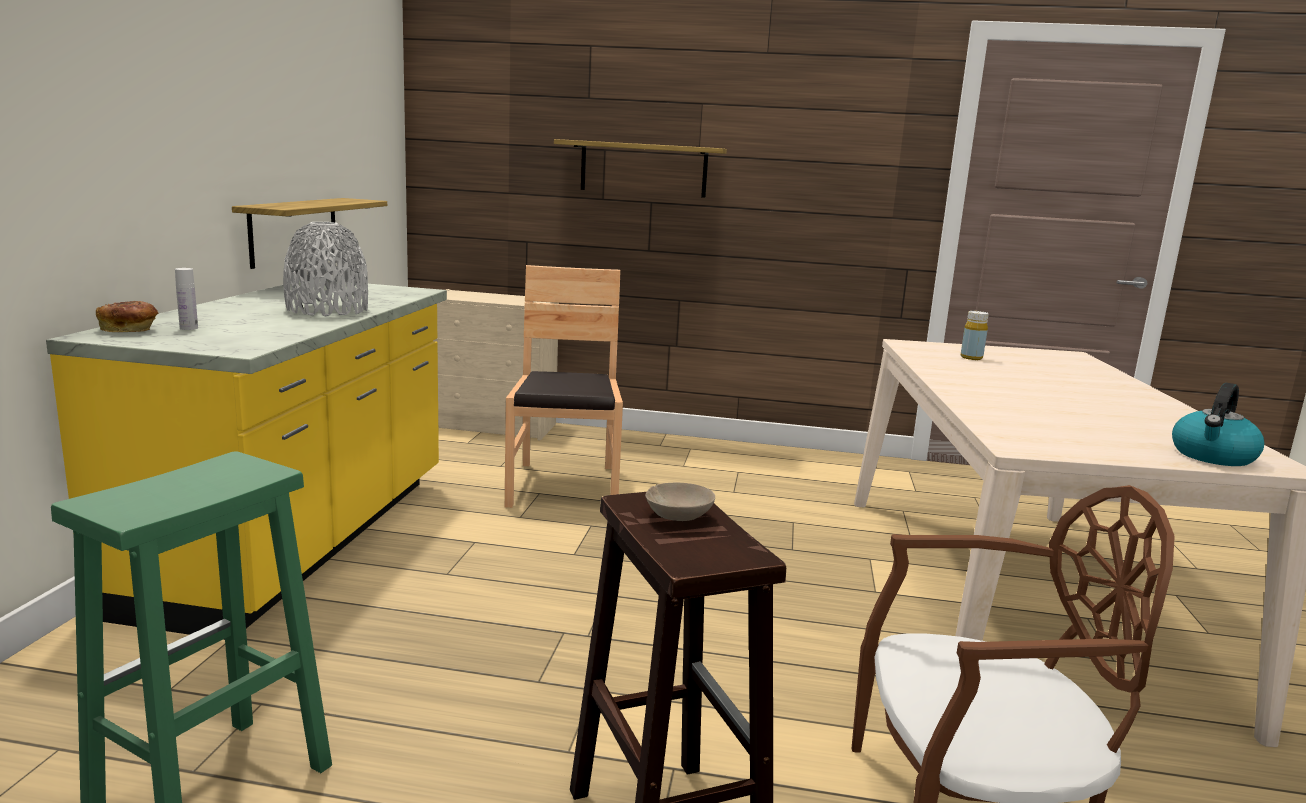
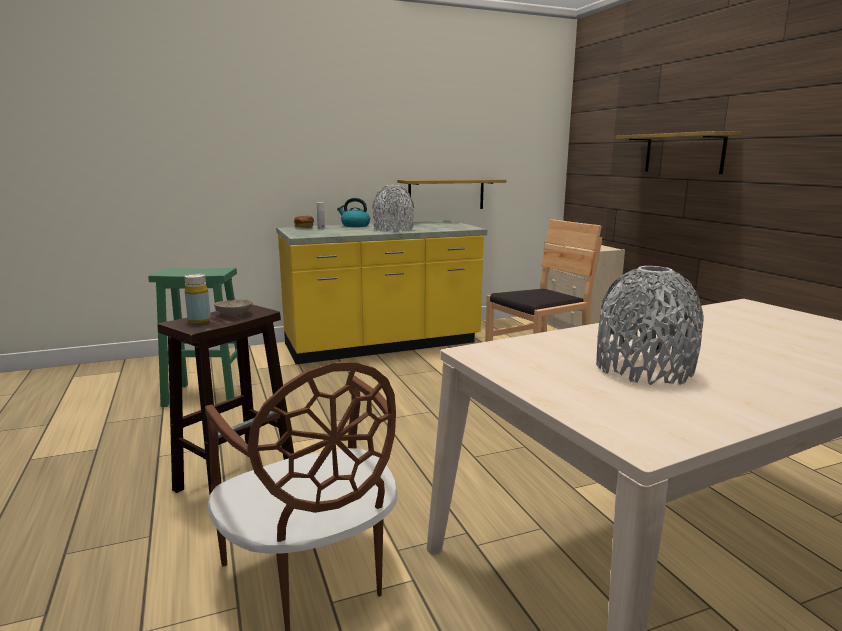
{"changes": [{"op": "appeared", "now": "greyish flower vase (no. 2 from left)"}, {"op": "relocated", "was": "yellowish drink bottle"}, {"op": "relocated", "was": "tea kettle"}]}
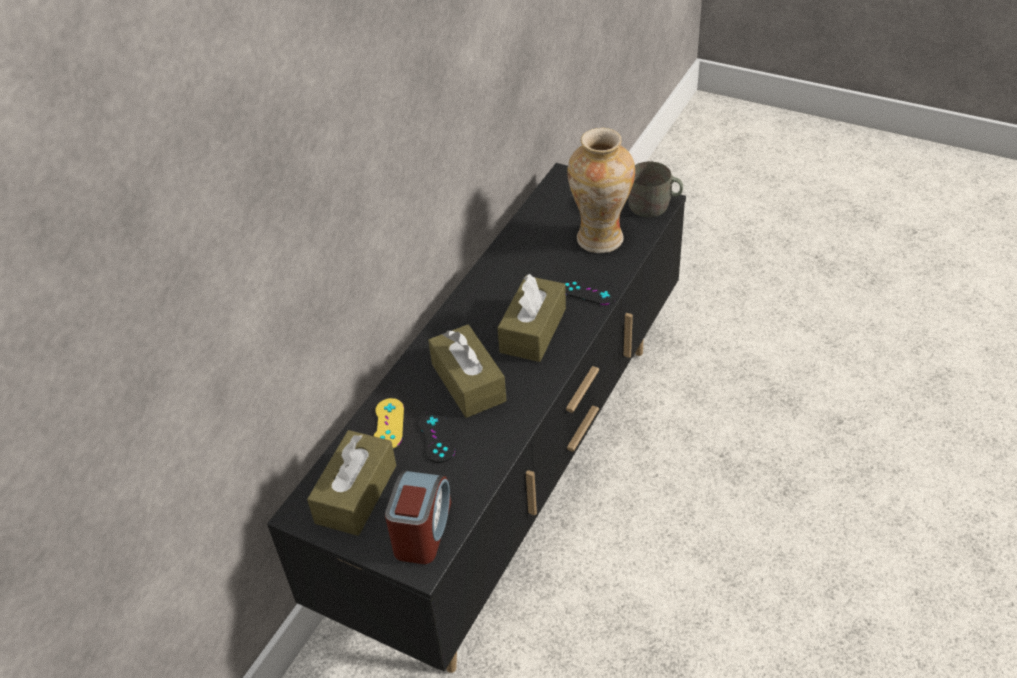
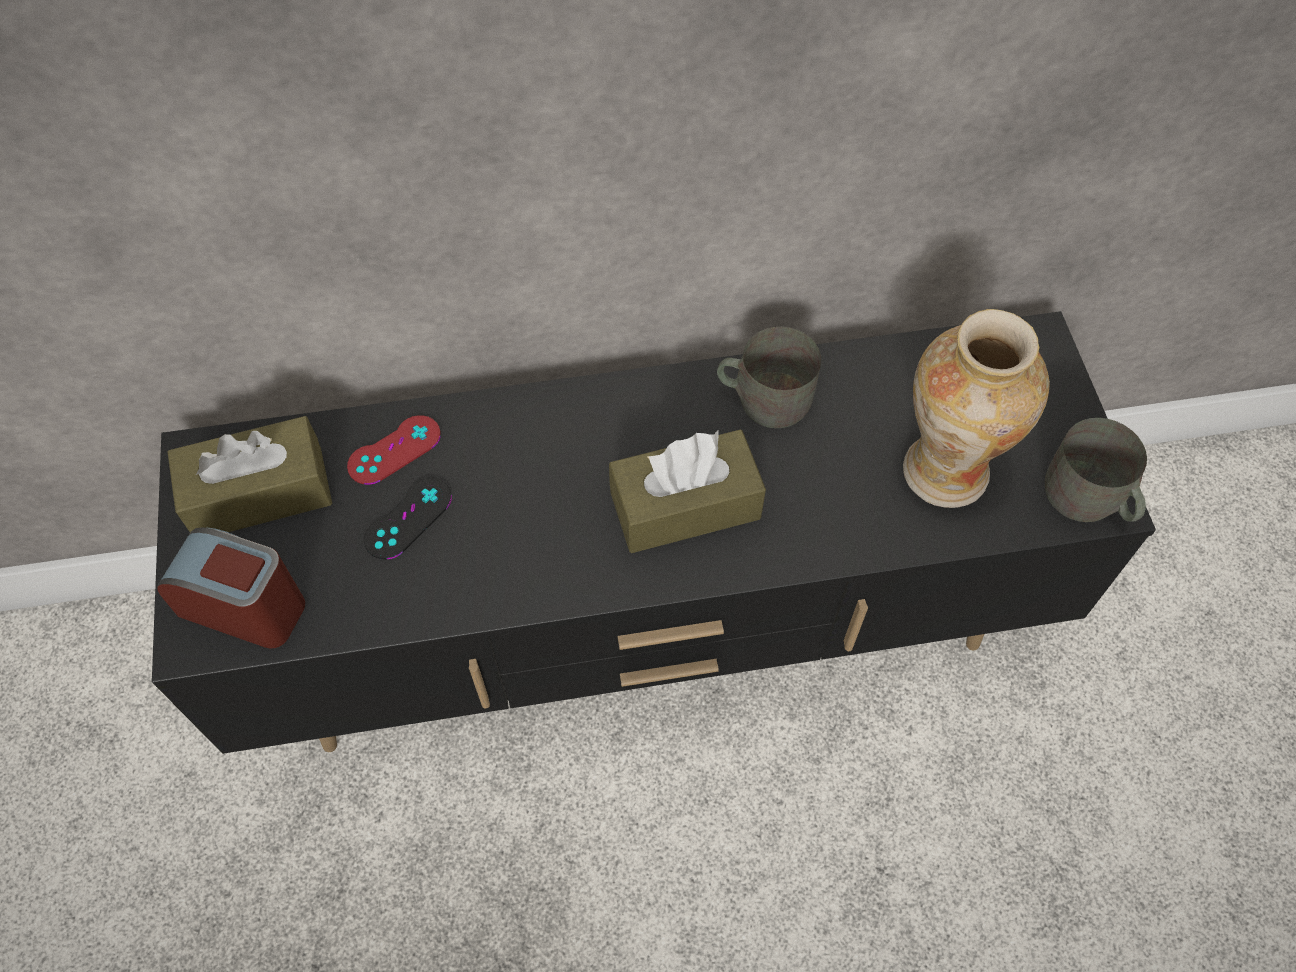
{"changes": [{"op": "missing", "was": "brown tissue holder (no. 2 from left)"}, {"op": "missing", "was": "blackish game controller (no. 2 from left)"}, {"op": "appeared", "now": "greyish coffee mug (no. 1 from left)"}, {"op": "colour", "was": "yellowish game controller", "now": "reddish game controller"}, {"op": "spun", "was": "bedside clock", "clockwise": -135}]}
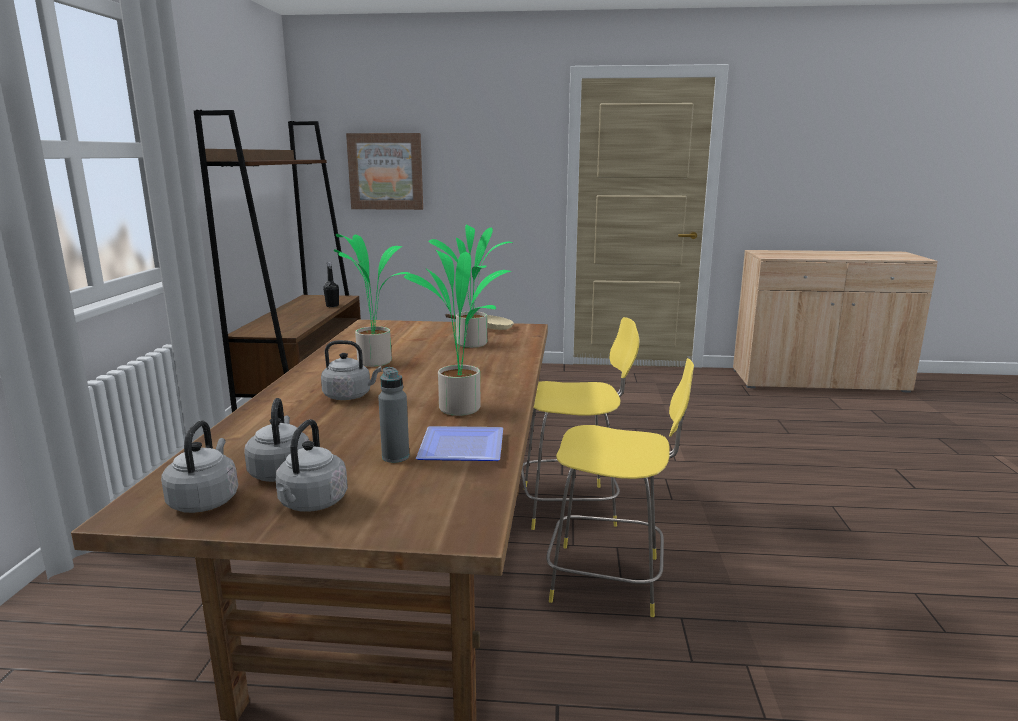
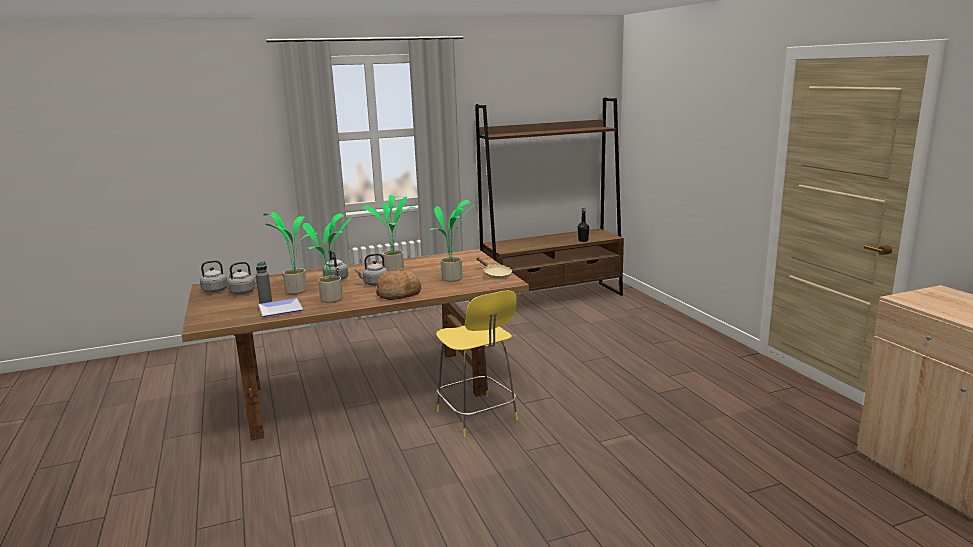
{"changes": [{"op": "missing", "was": "wall art"}, {"op": "missing", "was": "yellowish stool (no. 2 from left)"}, {"op": "appeared", "now": "houseplant (no. 1 from left)"}, {"op": "appeared", "now": "baked bread"}, {"op": "relocated", "was": "greyish tea kettle (no. 3 from left in the first image)", "now": "greyish tea kettle (no. 4 from left)"}]}
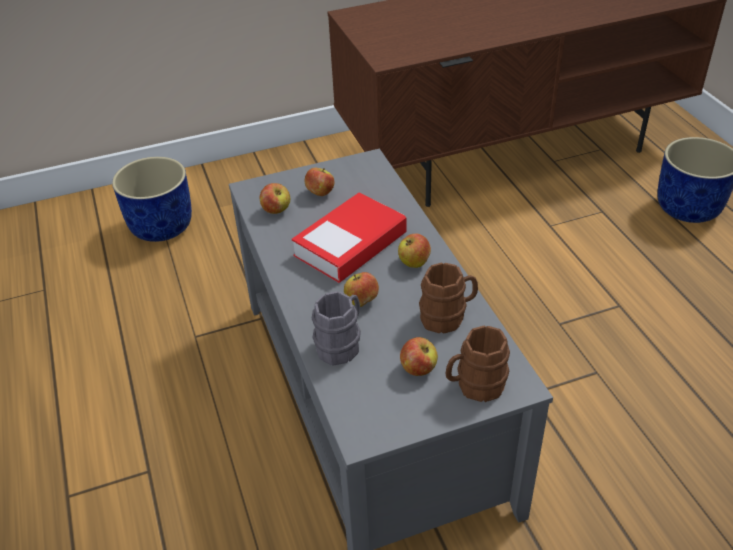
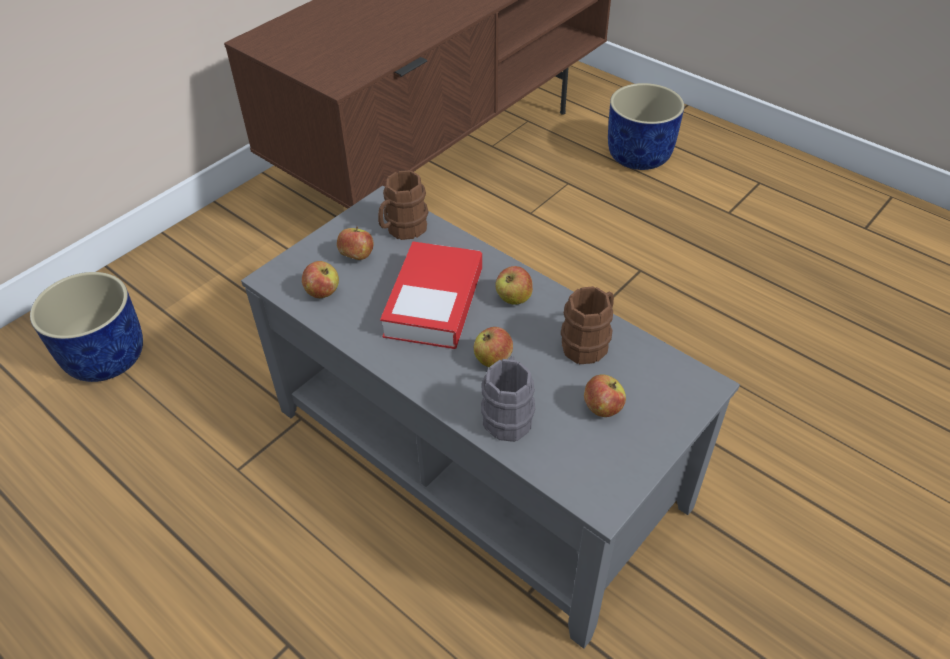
{"changes": [{"op": "relocated", "was": "brown coffee mug (no. 2 from left in the first image)", "now": "brown coffee mug (no. 1 from left)"}]}
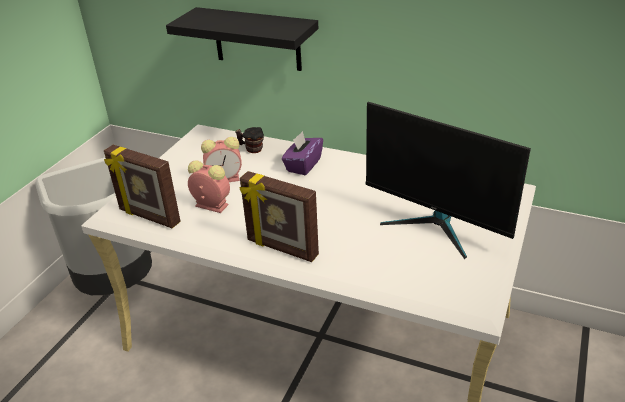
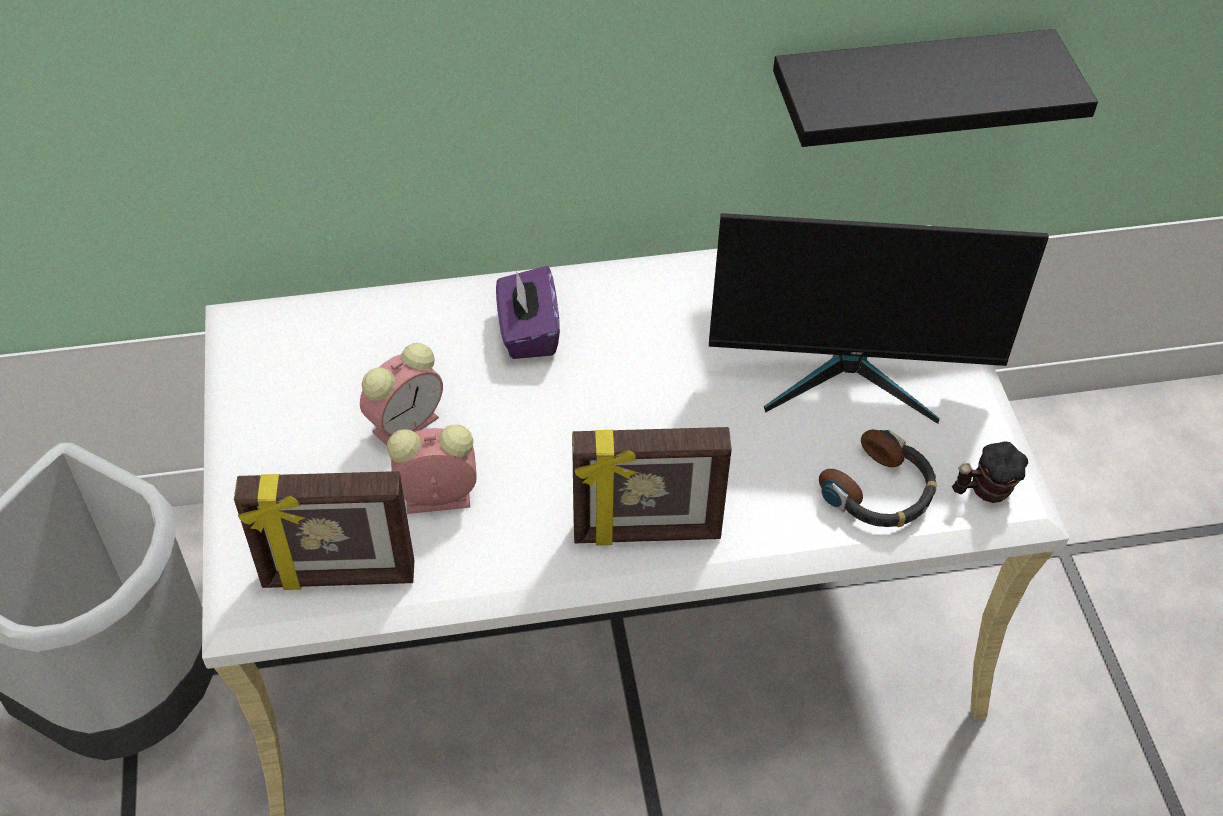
{"changes": [{"op": "appeared", "now": "pair of headphones"}, {"op": "relocated", "was": "blackish shelf"}, {"op": "relocated", "was": "coffee mug"}]}
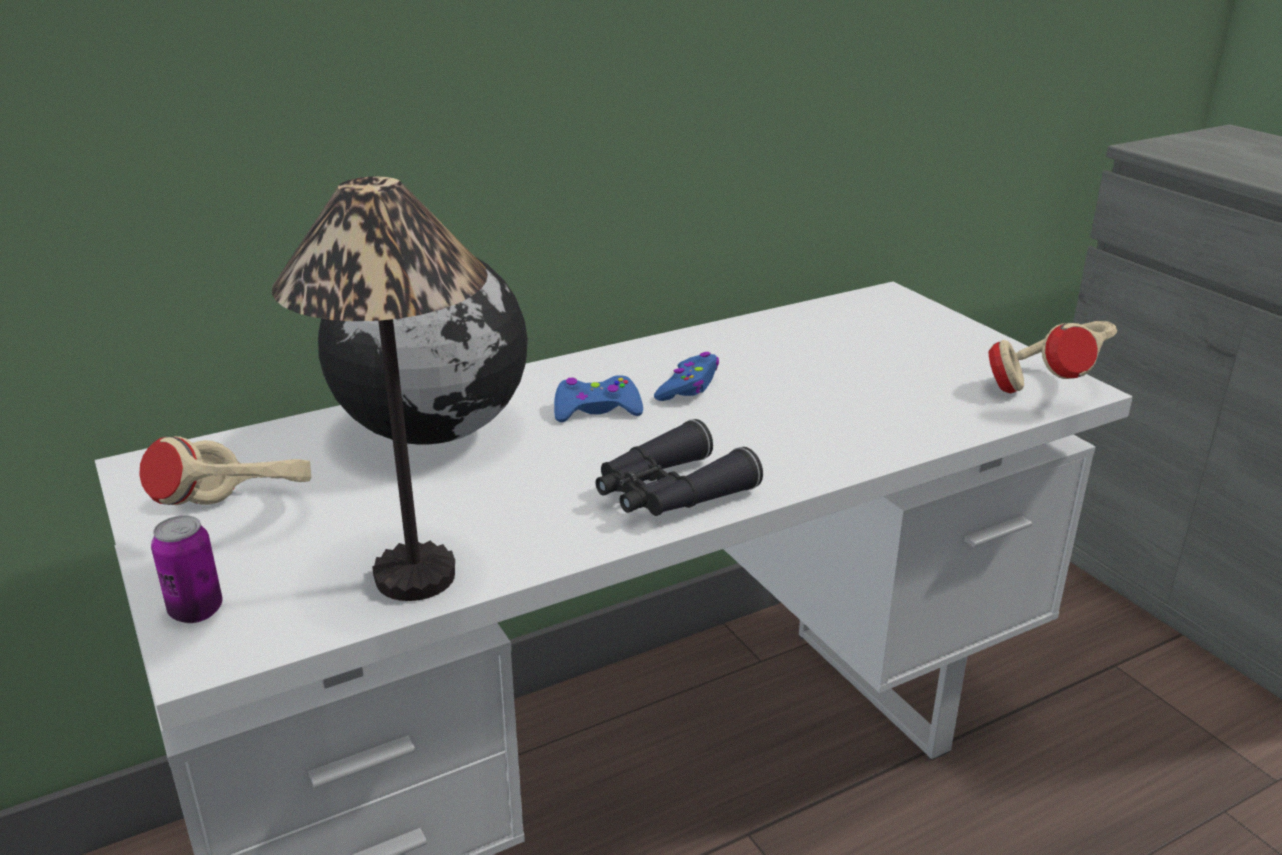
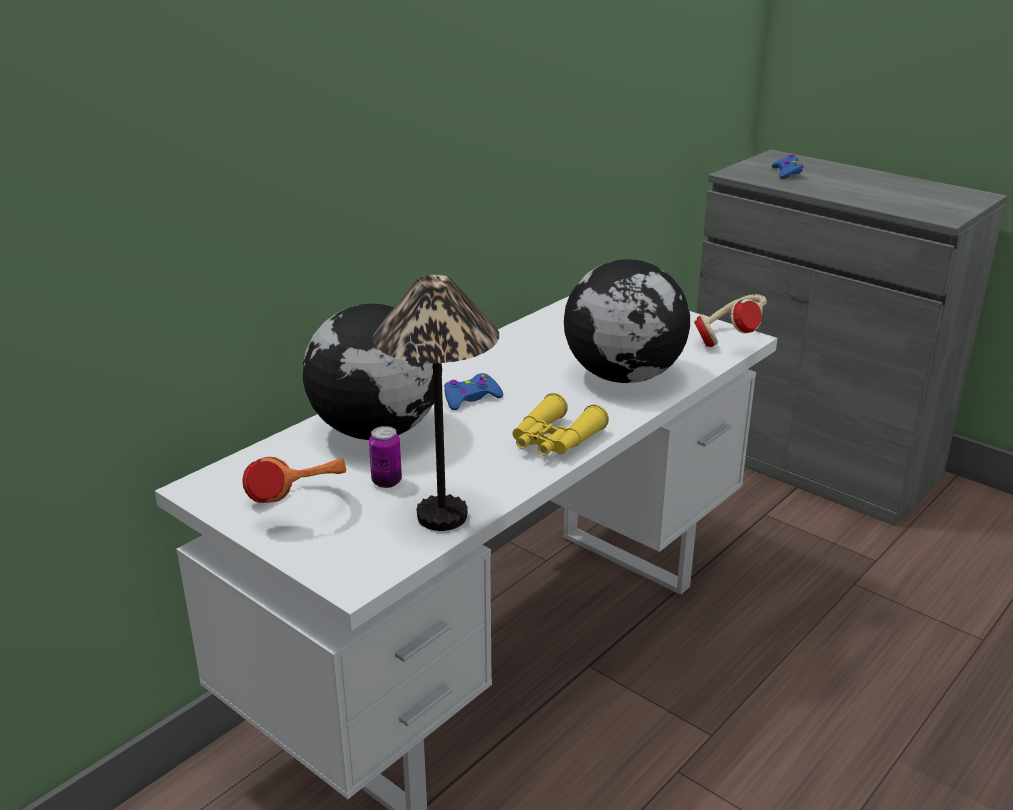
{"changes": [{"op": "appeared", "now": "world globe (no. 2 from left)"}, {"op": "relocated", "was": "metal can"}, {"op": "relocated", "was": "blue-coloured game controller (no. 2 from left)"}, {"op": "colour", "was": "beige-coloured pair of headphones (no. 1 from left)", "now": "orange-coloured pair of headphones"}, {"op": "colour", "was": "blackish binoculars", "now": "yellowish binoculars"}]}
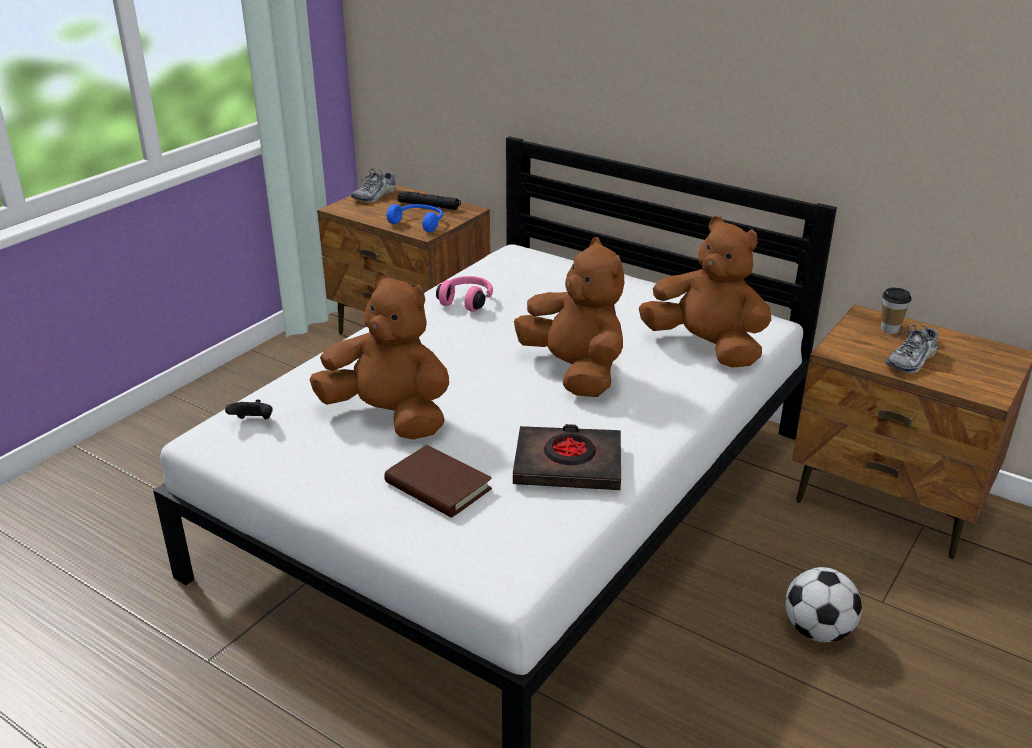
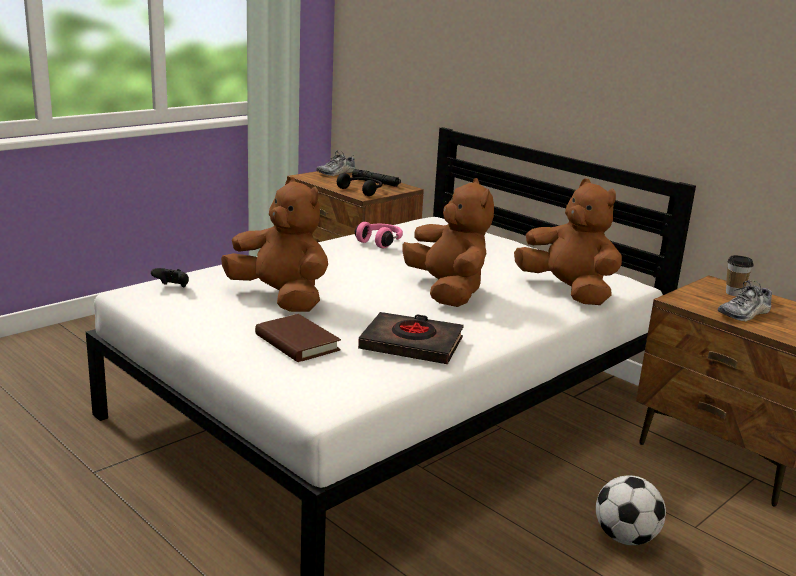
{"changes": [{"op": "colour", "was": "blue-coloured pair of headphones", "now": "blackish pair of headphones"}]}
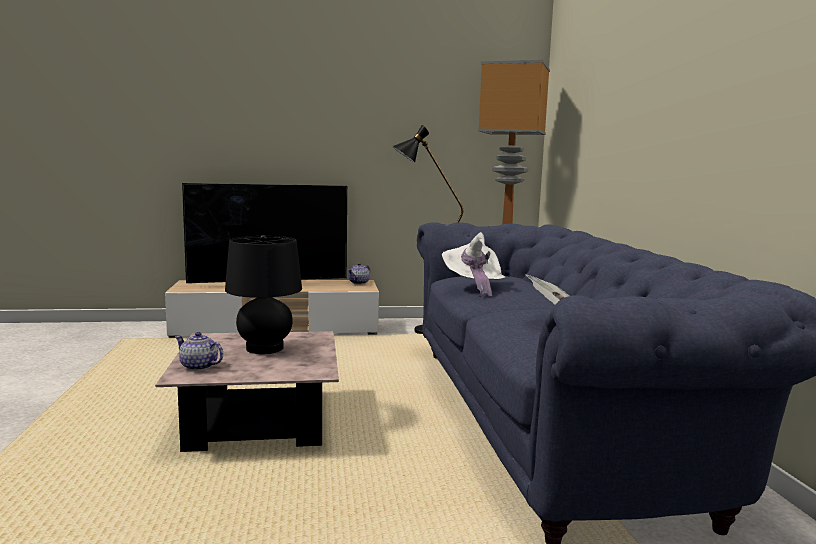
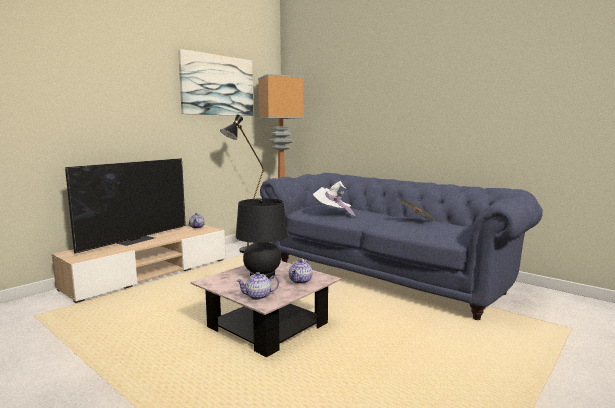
{"changes": [{"op": "appeared", "now": "wall art"}, {"op": "appeared", "now": "pot for tea (no. 3 from left)"}]}
